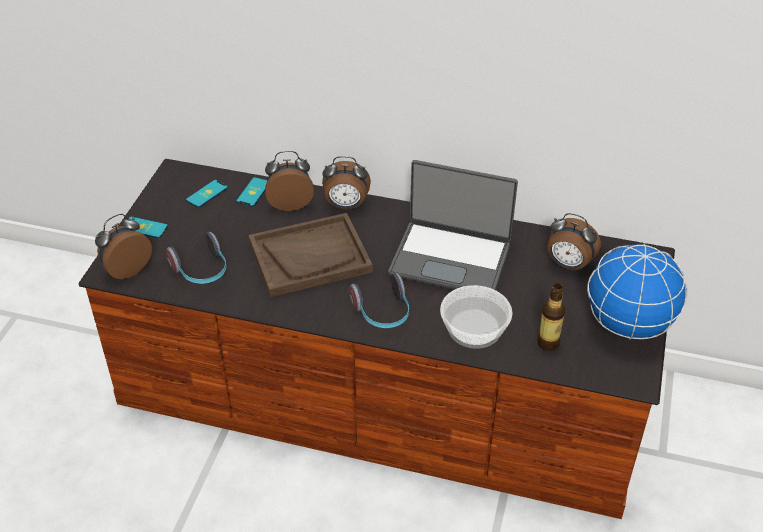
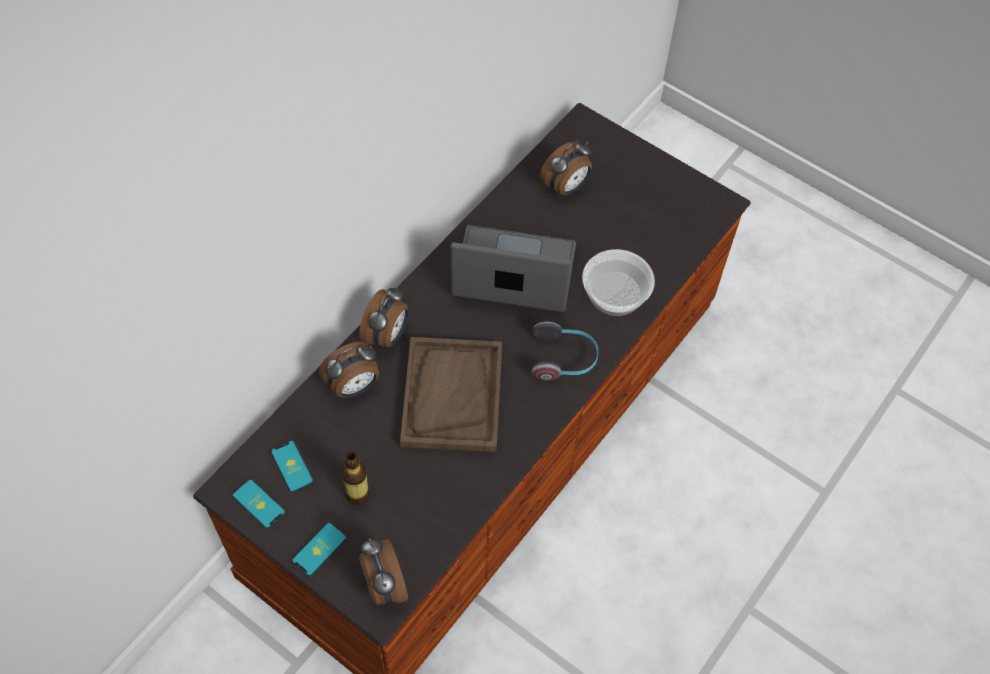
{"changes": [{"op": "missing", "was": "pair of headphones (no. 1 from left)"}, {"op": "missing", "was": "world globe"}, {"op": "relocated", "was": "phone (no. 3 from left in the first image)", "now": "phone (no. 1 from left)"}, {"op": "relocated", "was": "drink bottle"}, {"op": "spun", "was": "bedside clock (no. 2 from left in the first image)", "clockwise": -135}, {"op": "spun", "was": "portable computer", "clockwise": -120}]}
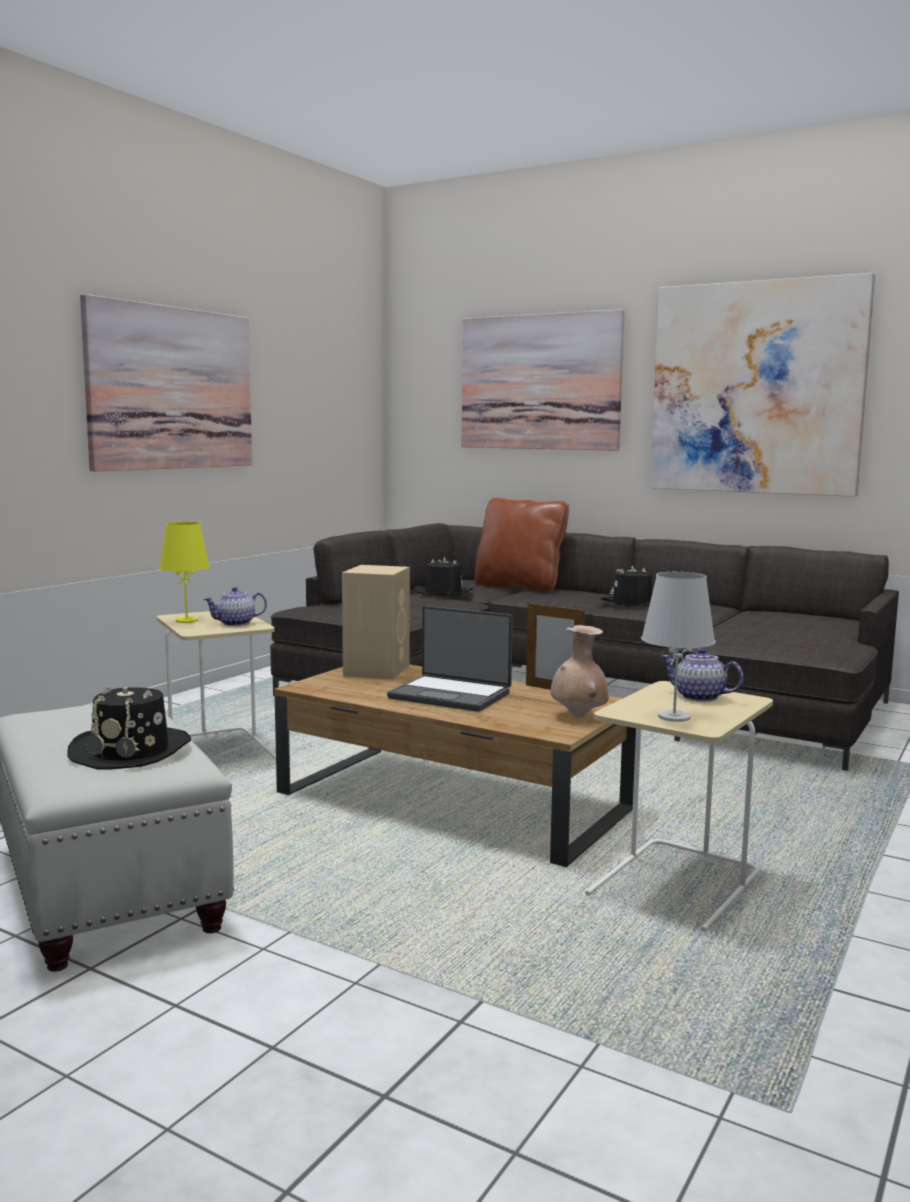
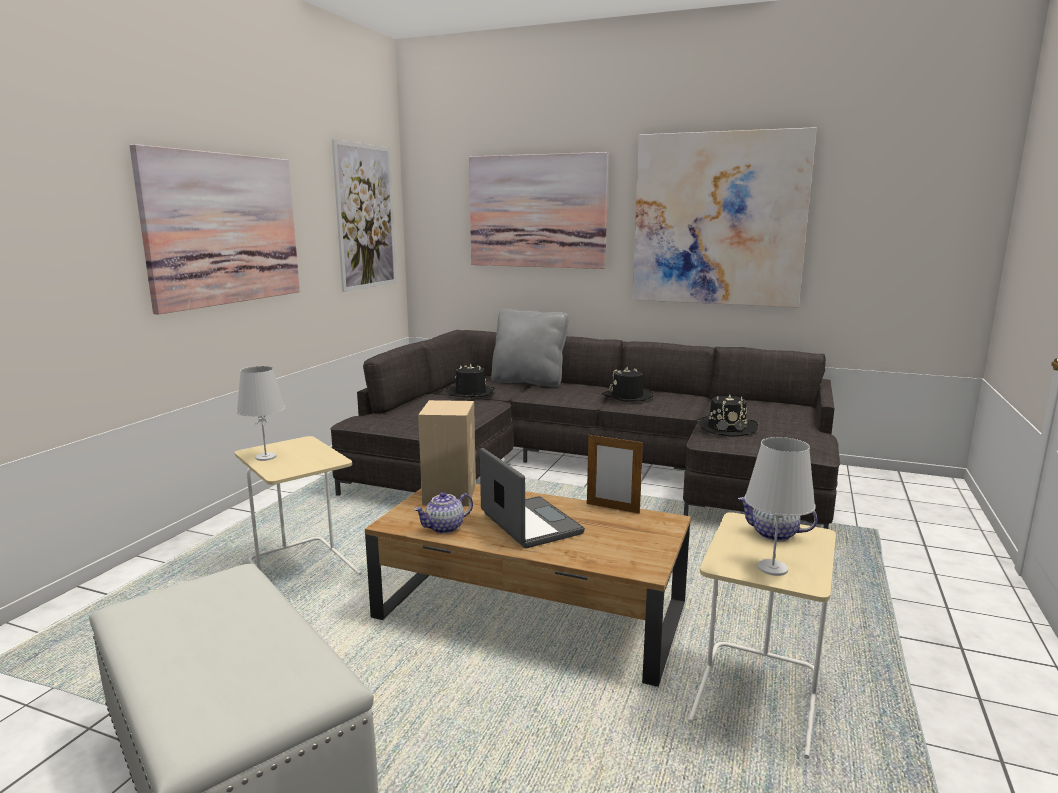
{"changes": [{"op": "missing", "was": "beige-coloured flower vase"}, {"op": "appeared", "now": "wall art (no. 2 from left)"}, {"op": "relocated", "was": "blackish hat (no. 1 from left in the first image)", "now": "blackish hat (no. 3 from left)"}, {"op": "relocated", "was": "pot for tea (no. 1 from left)"}, {"op": "colour", "was": "yellowish table lamp", "now": "white table lamp (no. 1 from left)"}, {"op": "colour", "was": "brown cushion", "now": "greyish cushion"}, {"op": "spun", "was": "portable computer", "clockwise": -135}]}
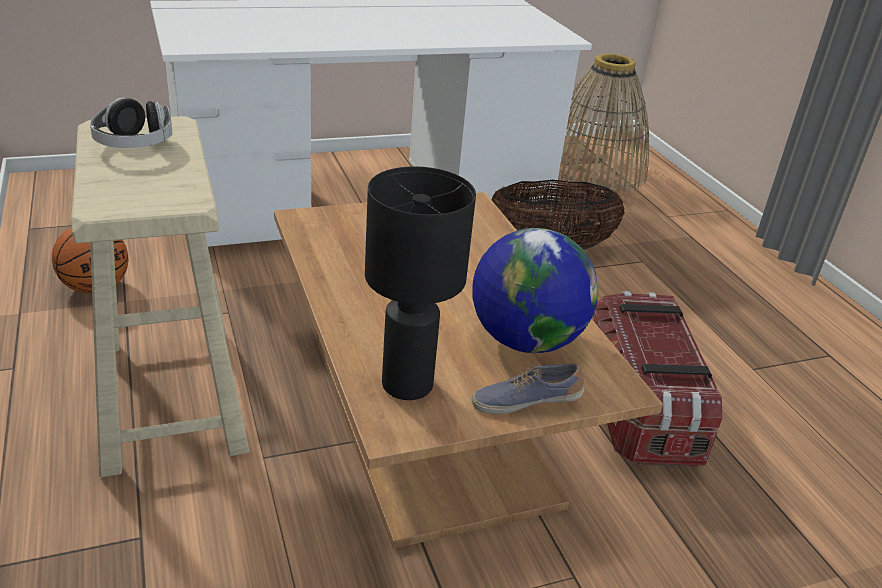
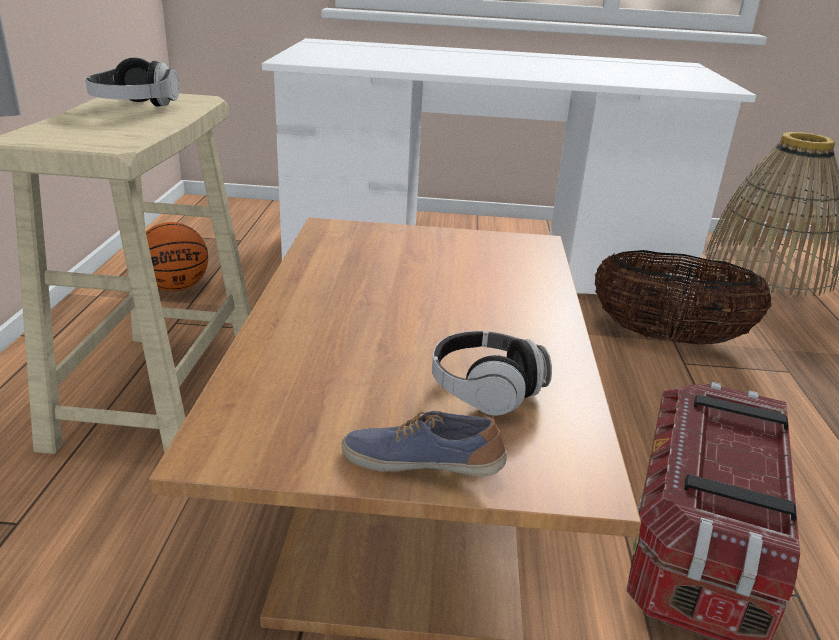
{"changes": [{"op": "missing", "was": "blackish table lamp"}, {"op": "exchanged", "was": "world globe", "now": "pair of headphones (no. 2 from left)"}]}
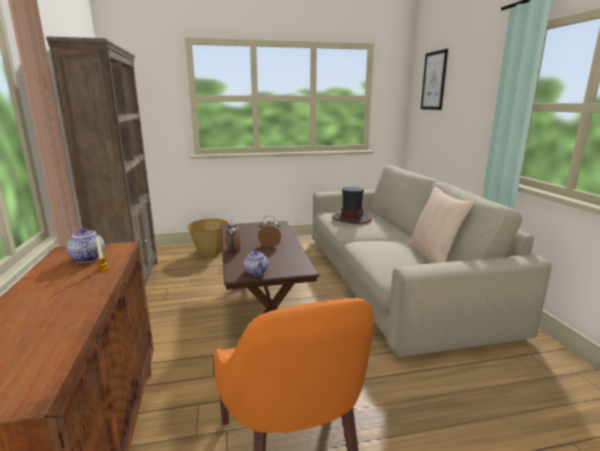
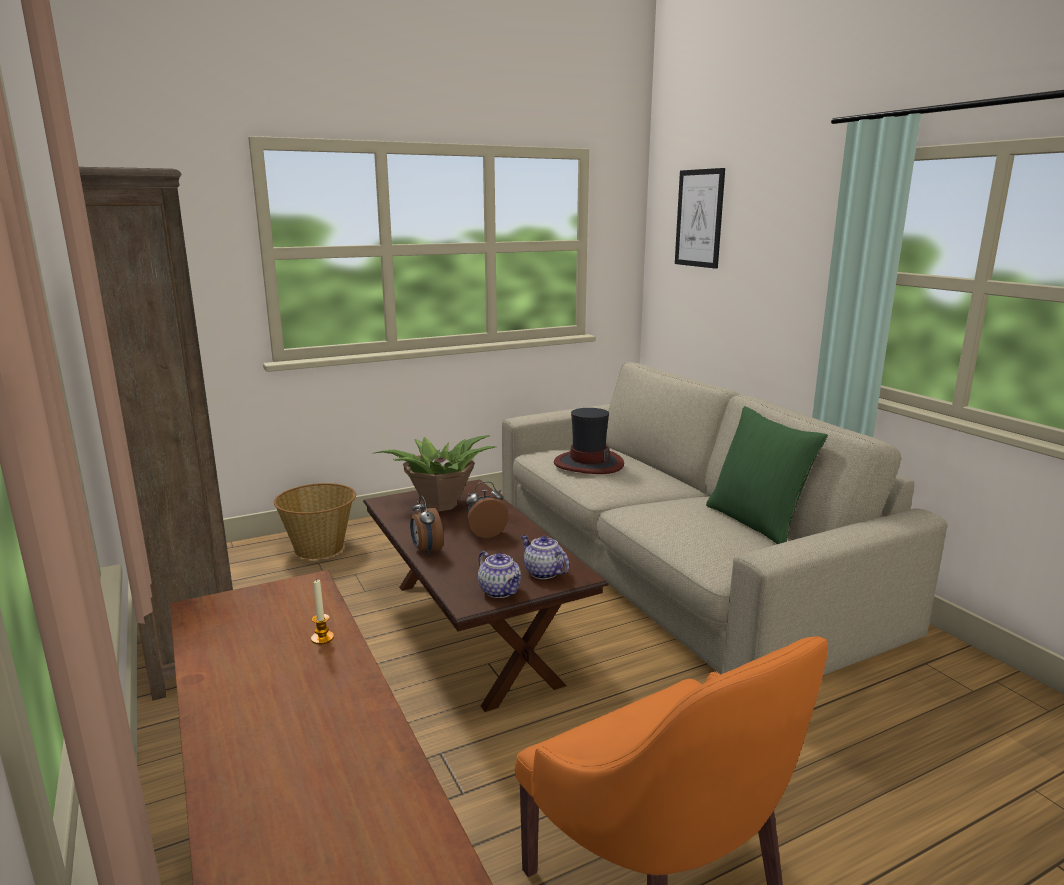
{"changes": [{"op": "appeared", "now": "houseplant"}, {"op": "relocated", "was": "pot for tea (no. 1 from left in the first image)", "now": "pot for tea (no. 2 from left)"}, {"op": "colour", "was": "beige-coloured cushion", "now": "greenish cushion"}]}
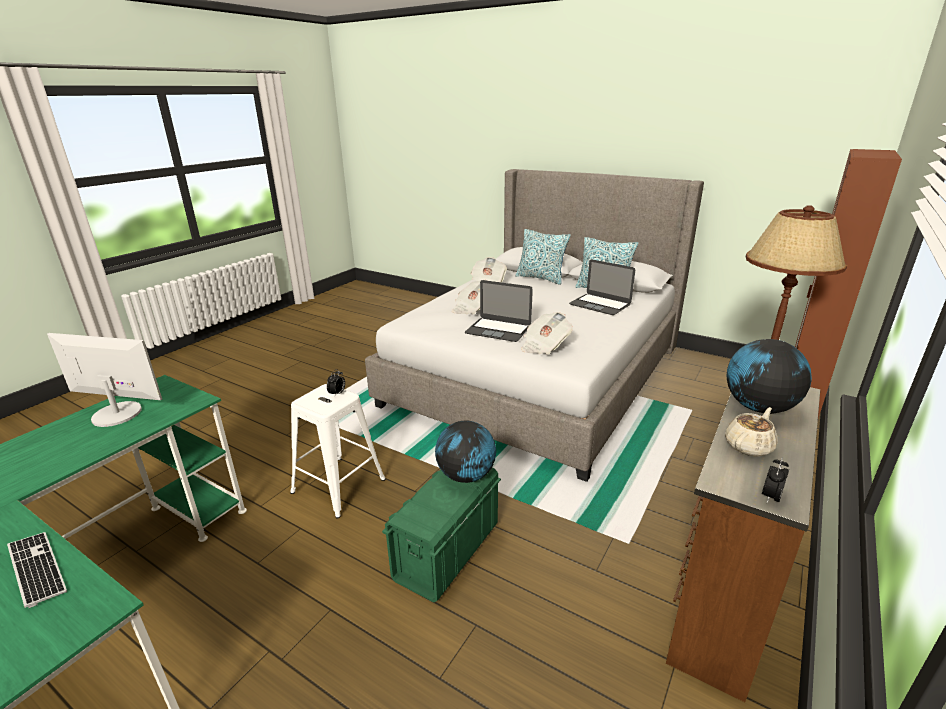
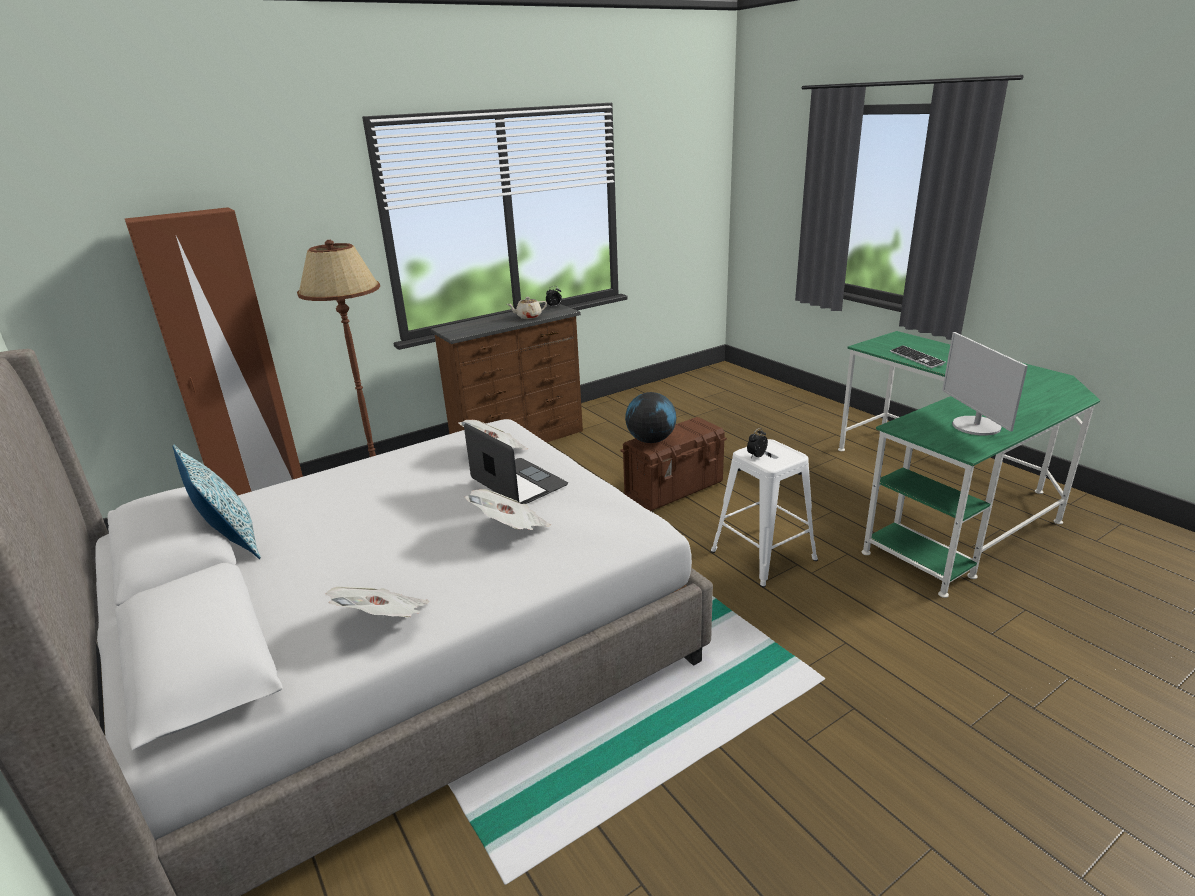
{"changes": [{"op": "missing", "was": "cushion (no. 1 from left)"}, {"op": "missing", "was": "portable computer (no. 2 from left)"}, {"op": "missing", "was": "world globe (no. 2 from left)"}, {"op": "colour", "was": "greenish storage bin", "now": "brown storage bin"}, {"op": "spun", "was": "computer screen", "clockwise": 45}]}
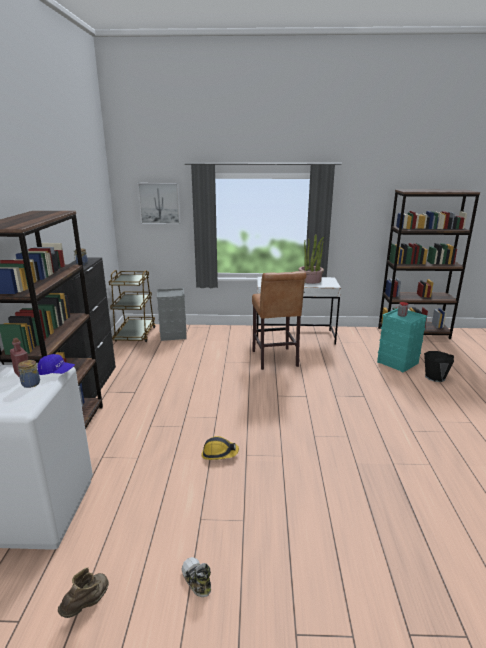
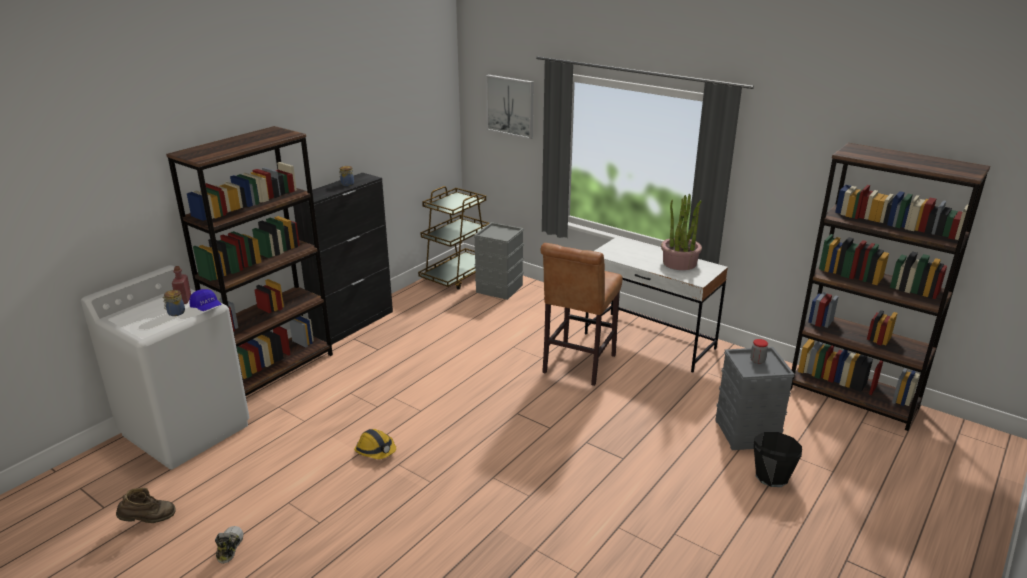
{"changes": [{"op": "colour", "was": "turquoise-coloured storage bin", "now": "greyish storage bin (no. 2 from left)"}]}
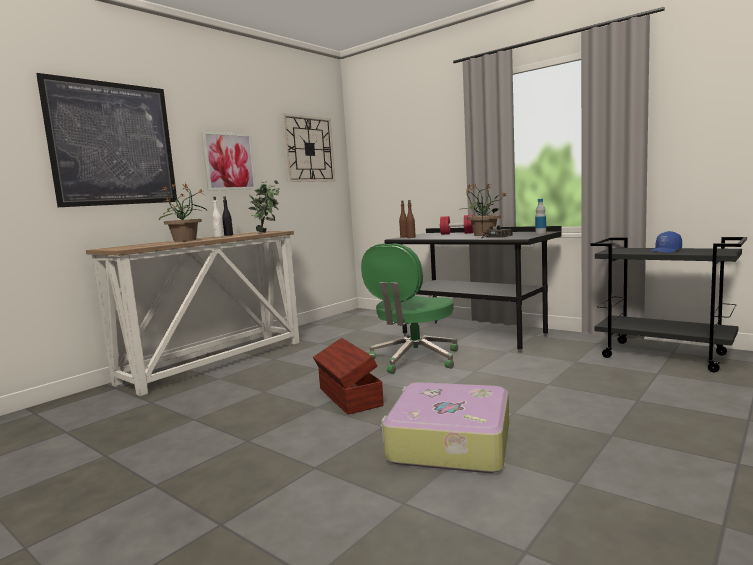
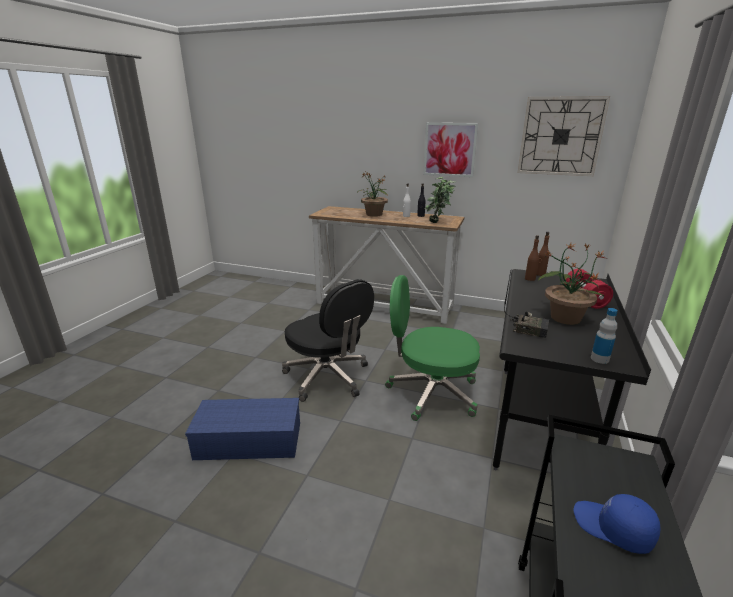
{"changes": [{"op": "missing", "was": "wall art (no. 1 from left)"}, {"op": "exchanged", "was": "brown storage bin", "now": "blackish desk chair"}, {"op": "exchanged", "was": "travel case", "now": "blue-coloured storage bin"}]}
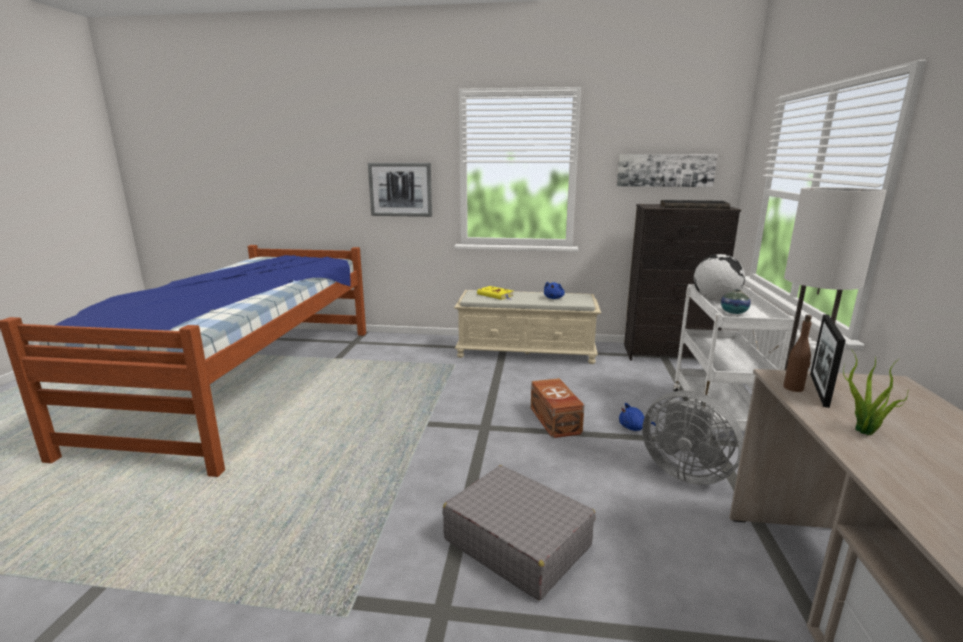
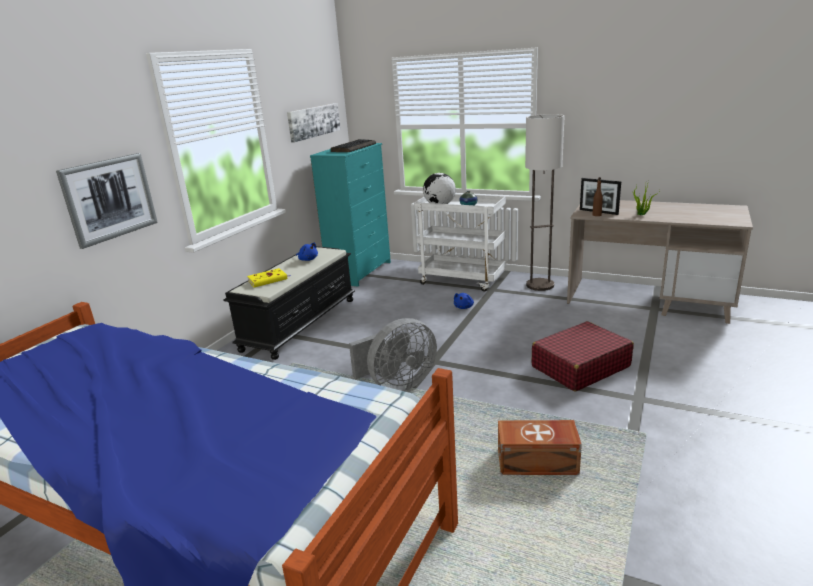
{"changes": [{"op": "relocated", "was": "brown storage bin"}, {"op": "relocated", "was": "greyish fan"}, {"op": "colour", "was": "greyish travel case", "now": "reddish travel case"}, {"op": "colour", "was": "beige-coloured long seat", "now": "blackish long seat"}, {"op": "colour", "was": "blackish chest of drawers", "now": "turquoise-coloured chest of drawers"}]}
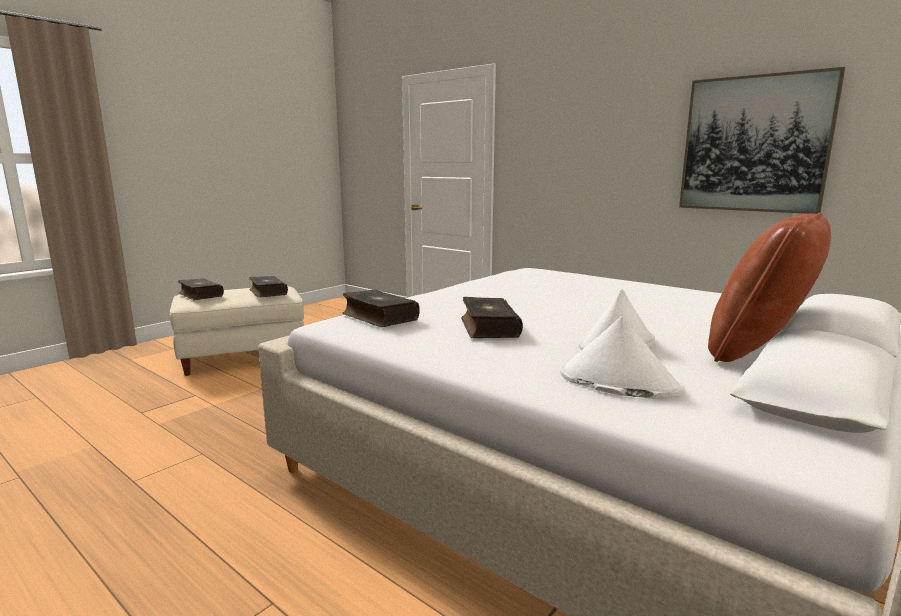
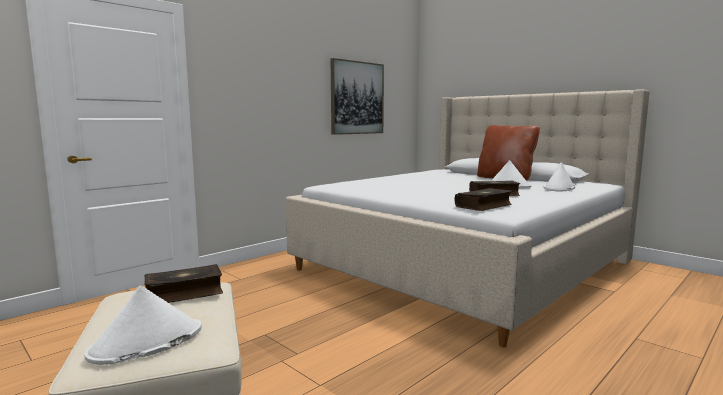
{"changes": [{"op": "exchanged", "was": "bound book (no. 1 from left)", "now": "white hat (no. 1 from left)"}]}
